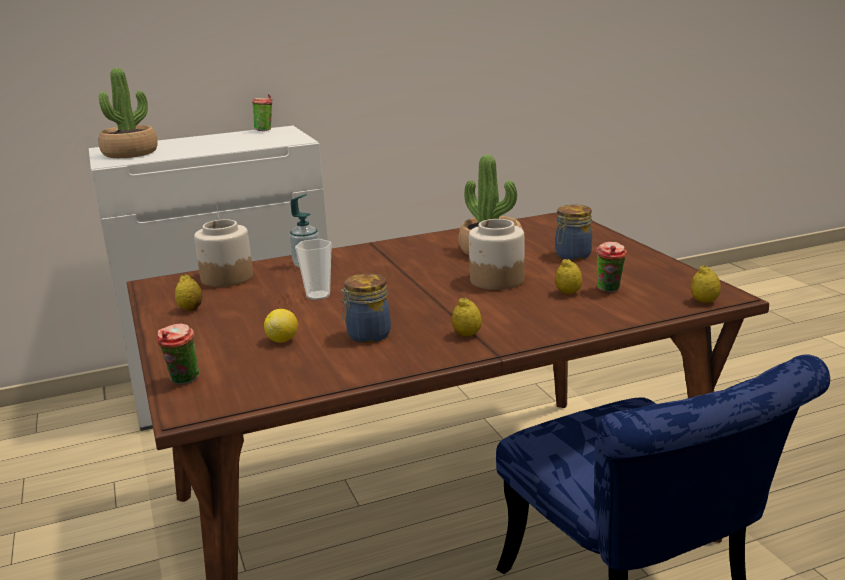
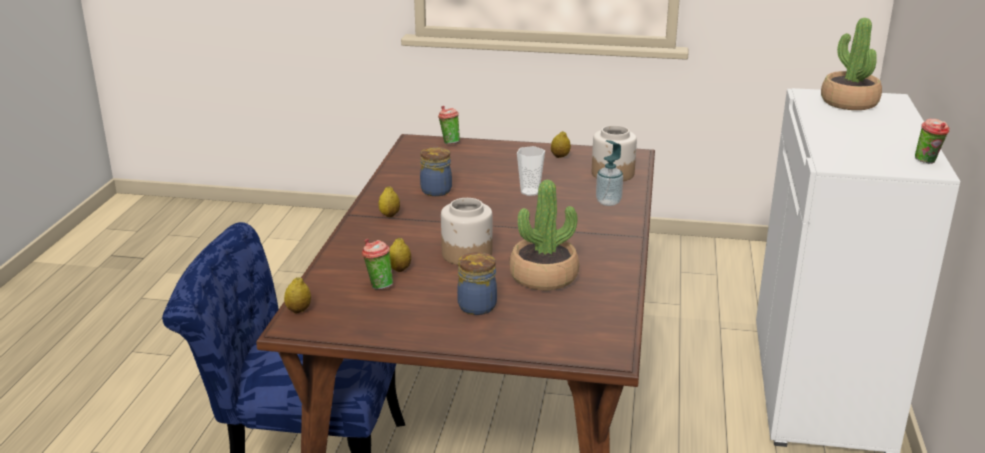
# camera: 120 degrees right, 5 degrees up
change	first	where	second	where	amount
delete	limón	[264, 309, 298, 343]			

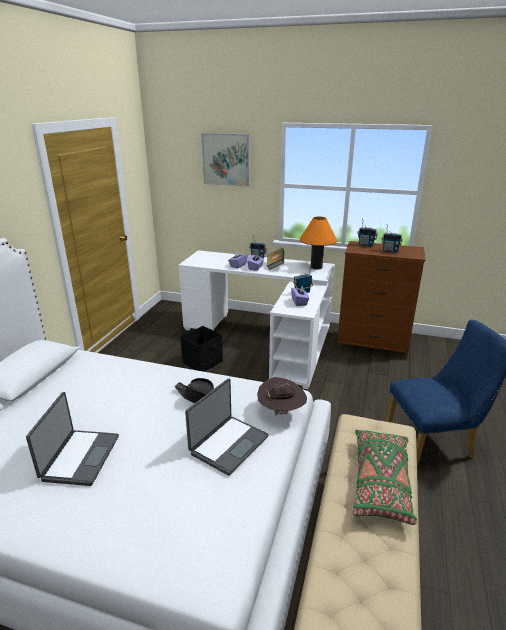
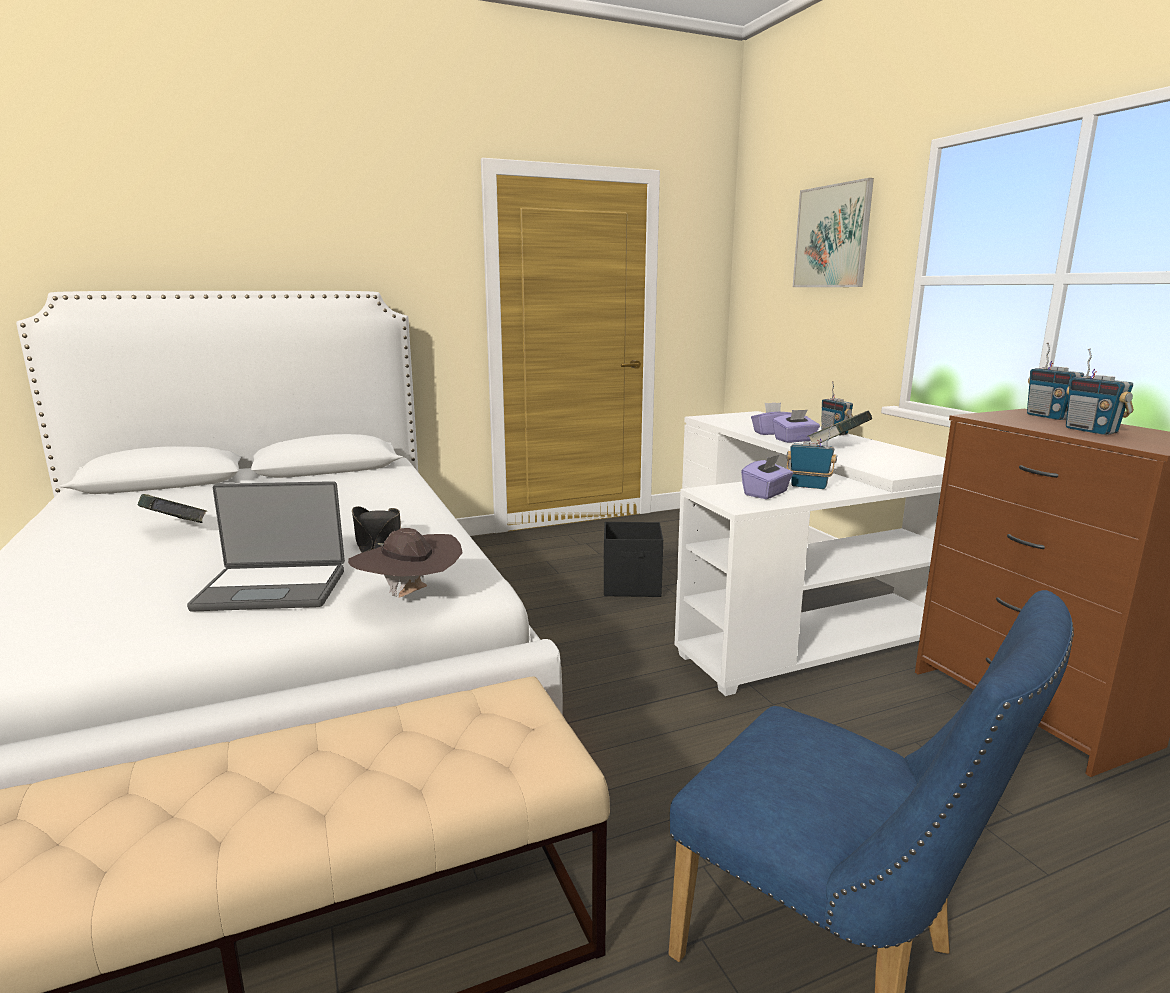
# camera: 50 degrees right, 10 degrees down
change	first	where	second	where	amount
delete	lámpara de mesa (naranja)	[300, 216, 337, 269]			
replace	portátil	[26, 392, 119, 486]	libro	[138, 494, 207, 523]	
delete	cojín (verde)	[353, 430, 417, 525]			

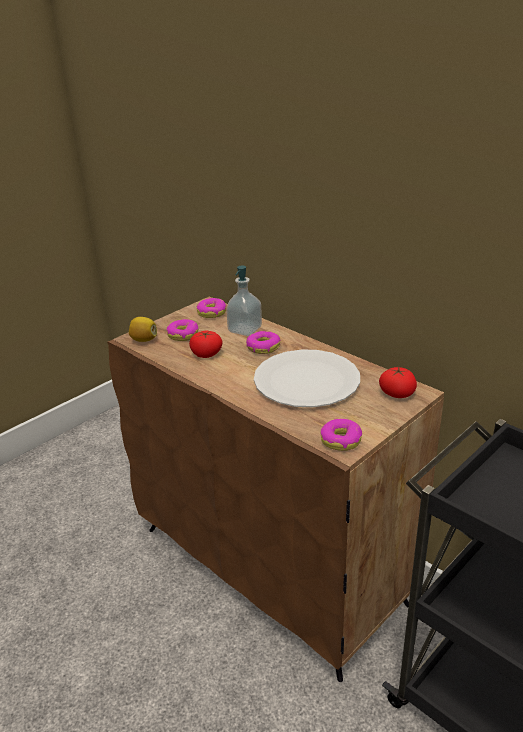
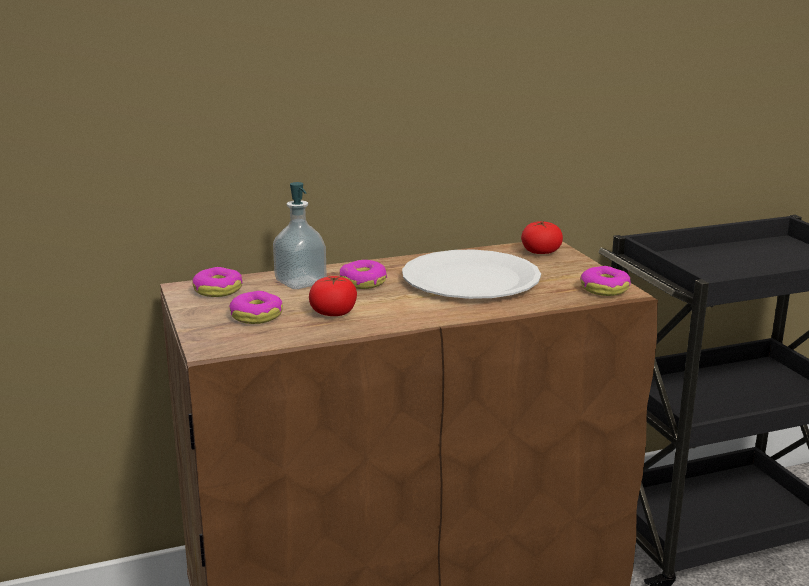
# camera: 65 degrees left, 10 degrees down
change	first	where	second	where	amount
delete	limón	[129, 317, 157, 342]			

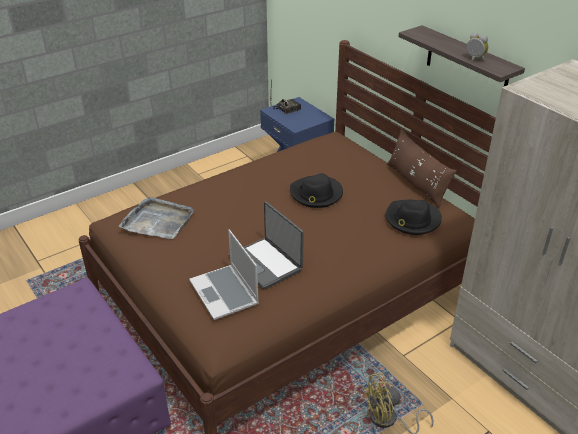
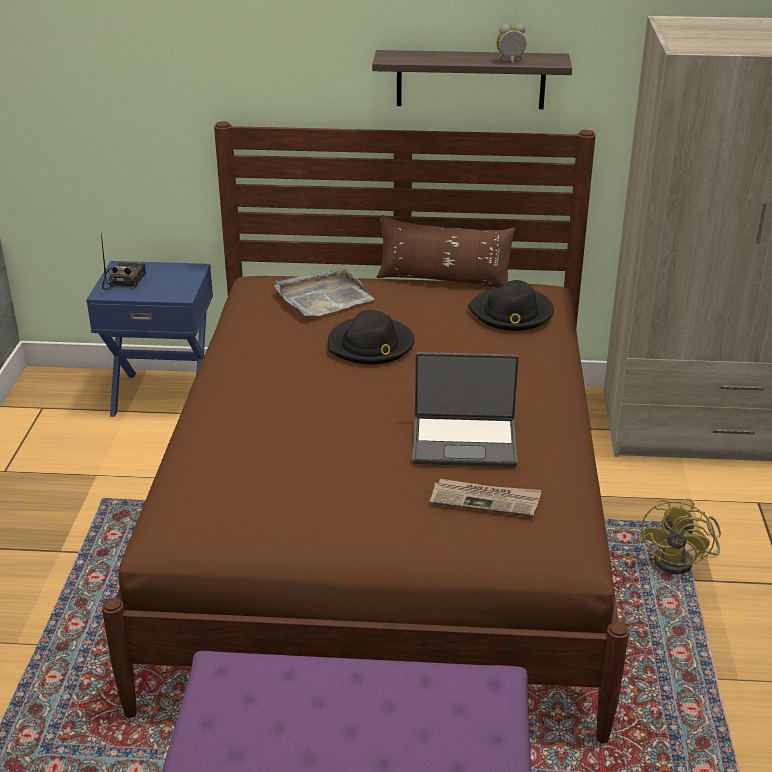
# camera: 50 degrees left, 5 degrees down
change	first	where	second	where	amount
move	bandeja (gris)	[119, 197, 194, 239]		[274, 268, 374, 318]	
replace	portátil	[189, 229, 259, 320]	periódico	[430, 479, 542, 517]	

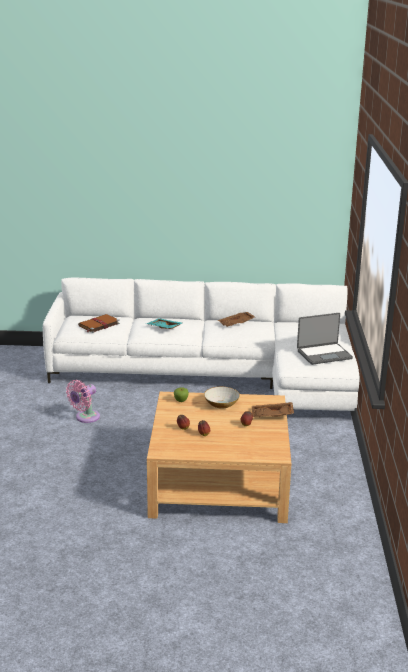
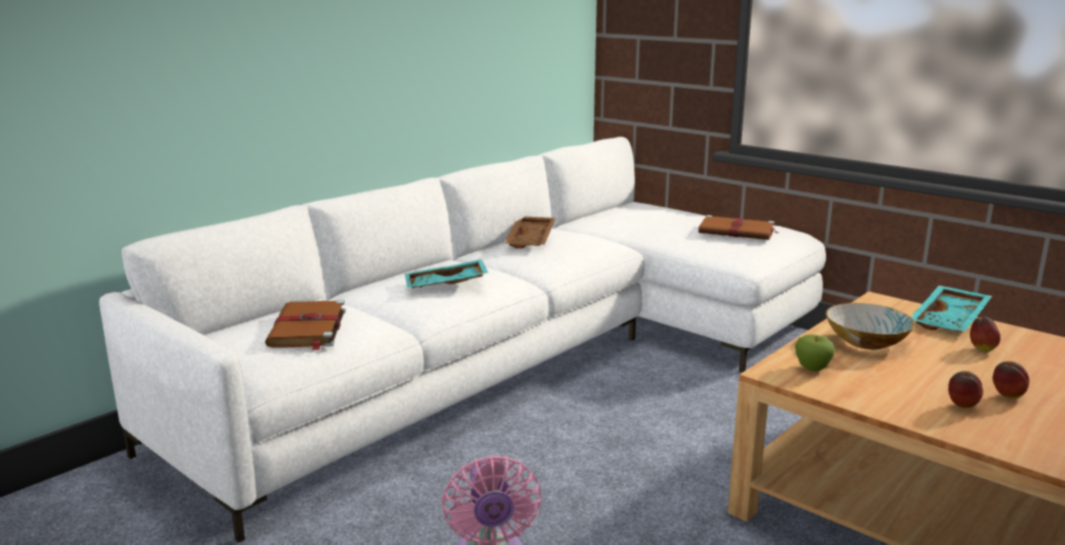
# camera: 50 degrees left, 5 degrees down
change	first	where	second	where	amount
replace	portátil	[297, 313, 353, 365]	libro (marrón)	[698, 215, 778, 240]	
recolor	bandeja (marrón)	[252, 402, 294, 417]	bandeja (turquesa)	[911, 286, 992, 331]	

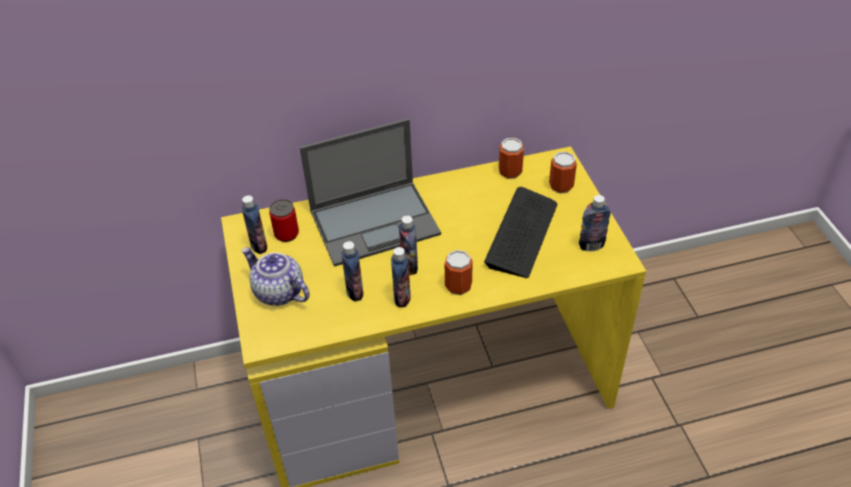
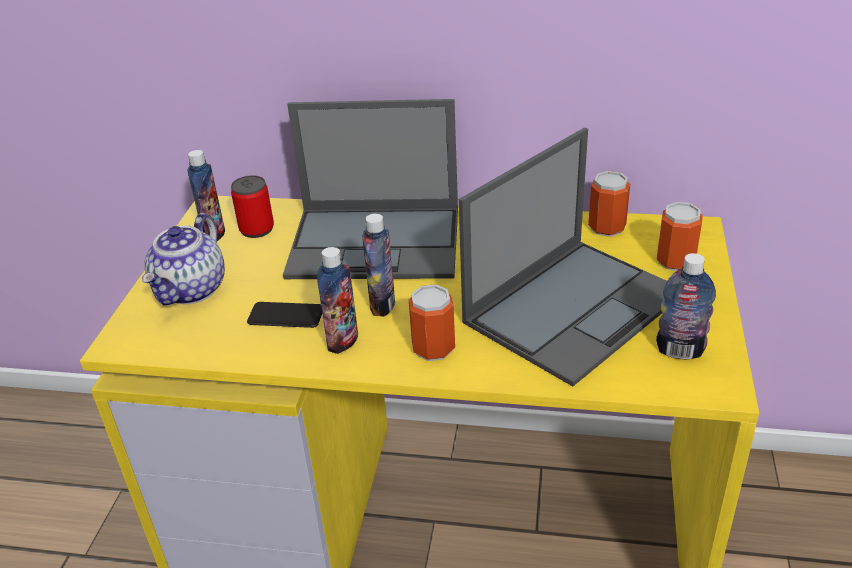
# camera: 25 degrees right, 10 degrees down
change	first	where	second	where	amount
replace	teclado	[484, 187, 558, 278]	portátil	[459, 128, 667, 386]	
replace	botella	[341, 241, 363, 301]	móvil	[247, 302, 322, 328]	
rotate	tetera	[242, 247, 310, 306]		[142, 213, 225, 306]	135 degrees counterclockwise

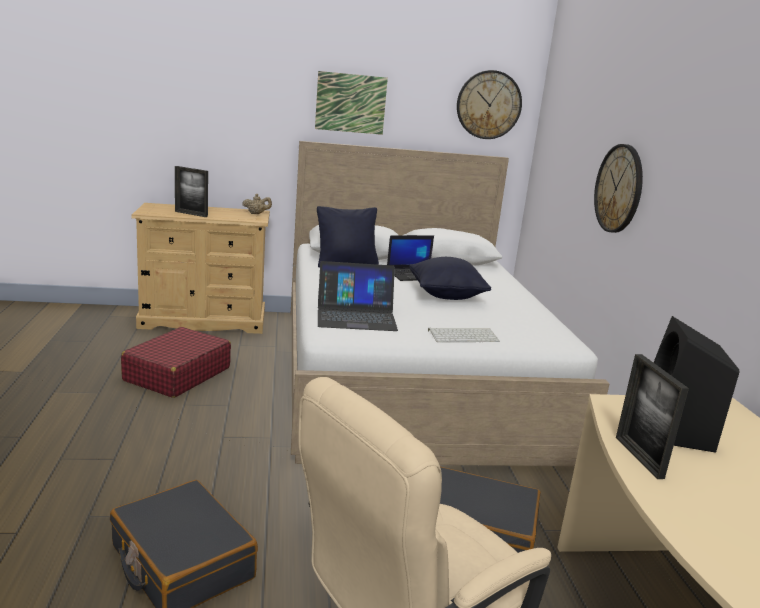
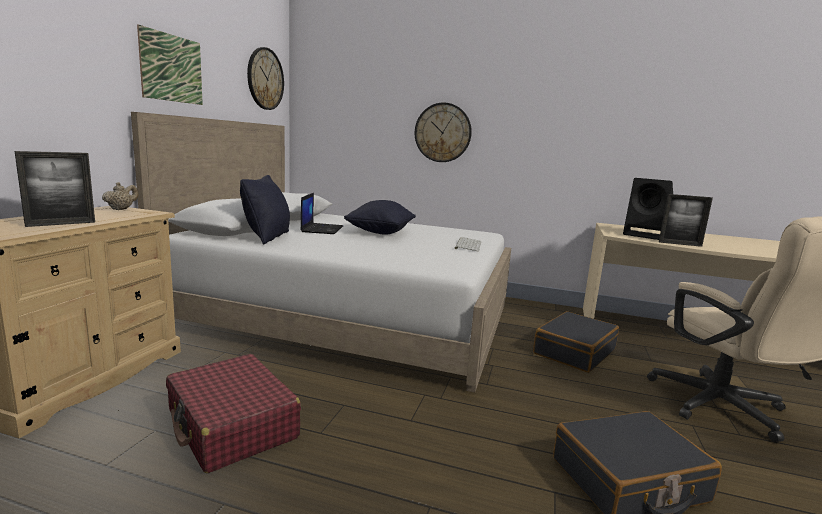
# camera: 65 degrees left, 5 degrees down
change	first	where	second	where	amount
delete	portátil	[318, 261, 398, 331]			

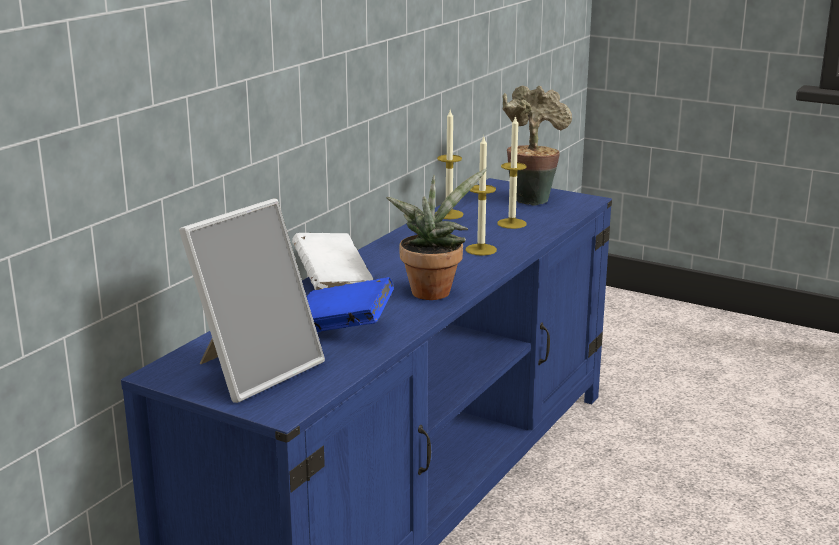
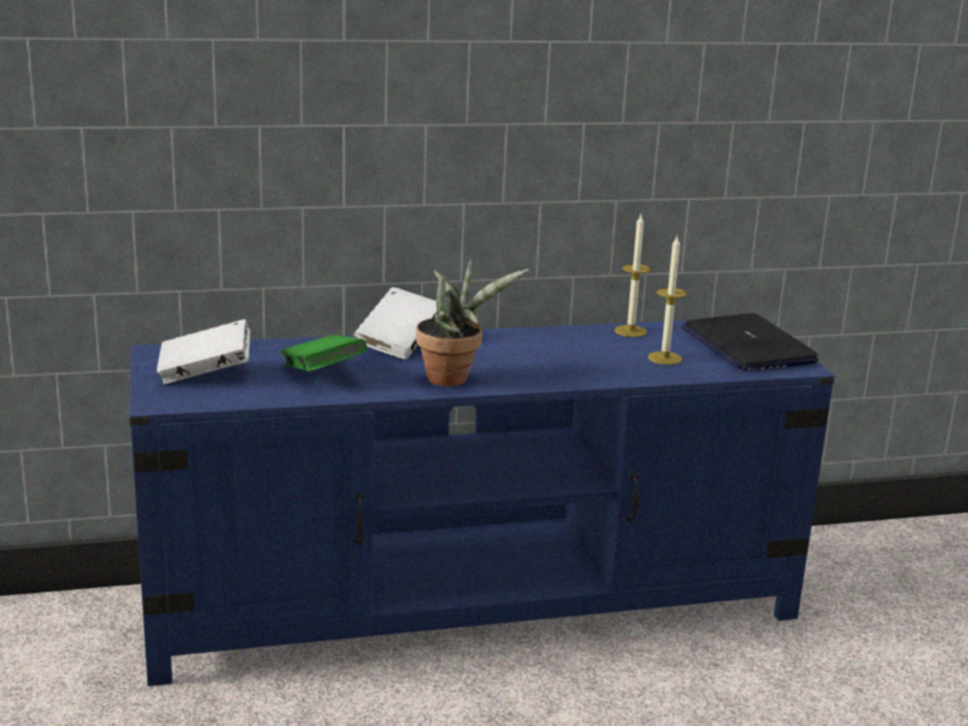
# camera: 45 degrees right, 0 degrees up
change	first	where	second	where	amount
replace	planta en maceta	[502, 86, 572, 206]	portátil	[681, 313, 819, 372]	
delete	vela	[466, 136, 497, 256]			
replace	portarretratos	[179, 199, 325, 403]	libro (blanco)	[157, 319, 250, 384]	
recolor	libro (azul)	[307, 277, 394, 332]	libro (verde)	[280, 335, 367, 372]	

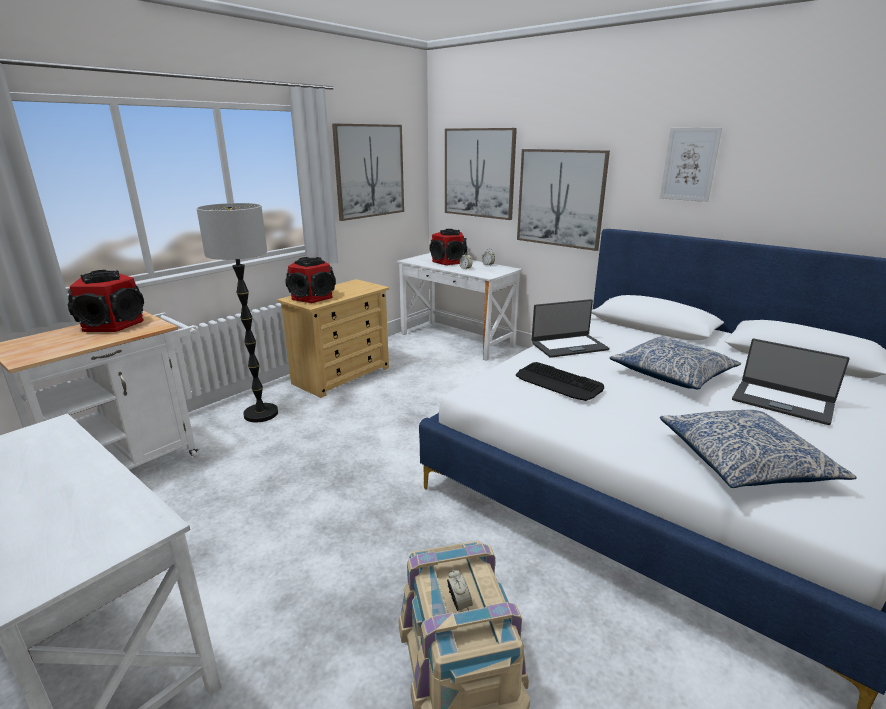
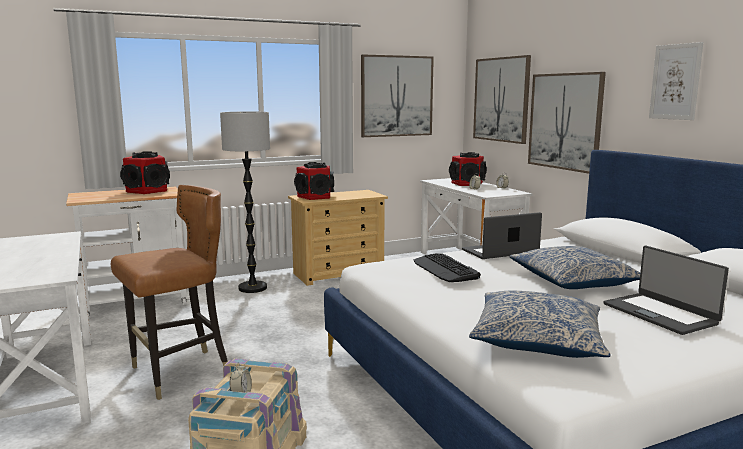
# camera: 25 degrees right, 10 degrees down
change	first	where	second	where	amount
rotate	portátil	[532, 299, 609, 358]		[462, 212, 542, 259]	150 degrees clockwise
insert			silla (marrón)	[111, 185, 228, 400]	

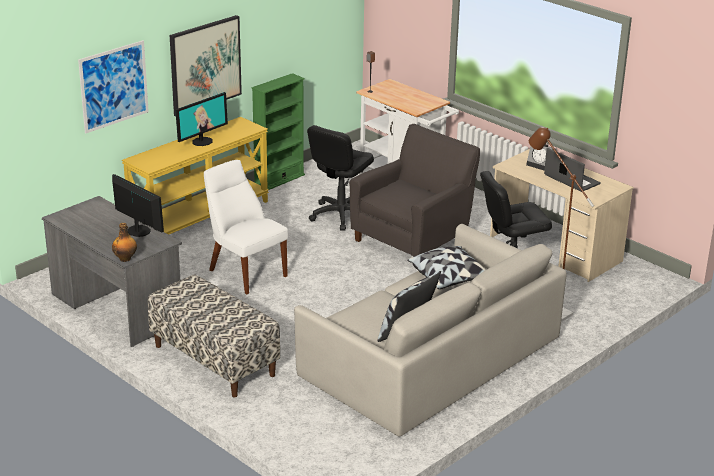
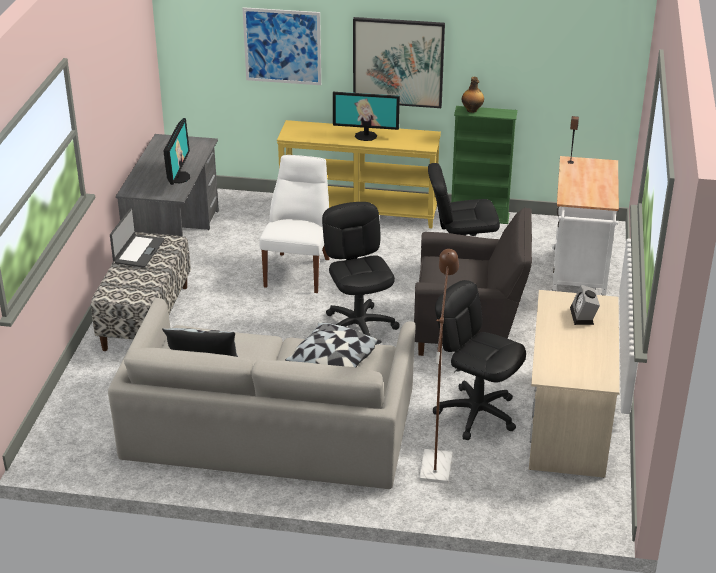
# camera: 55 degrees right, 5 degrees up
change	first	where	second	where	amount
move	portátil	[544, 148, 601, 192]		[110, 208, 164, 268]	
move	botella	[112, 223, 137, 262]		[462, 77, 484, 113]	
insert			silla de oficina (negro)	[322, 202, 399, 336]	

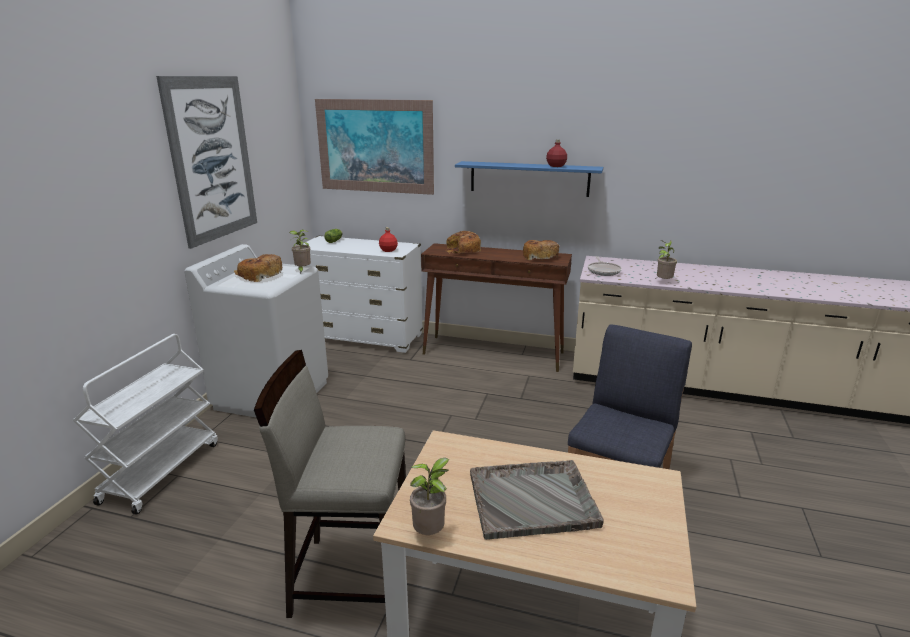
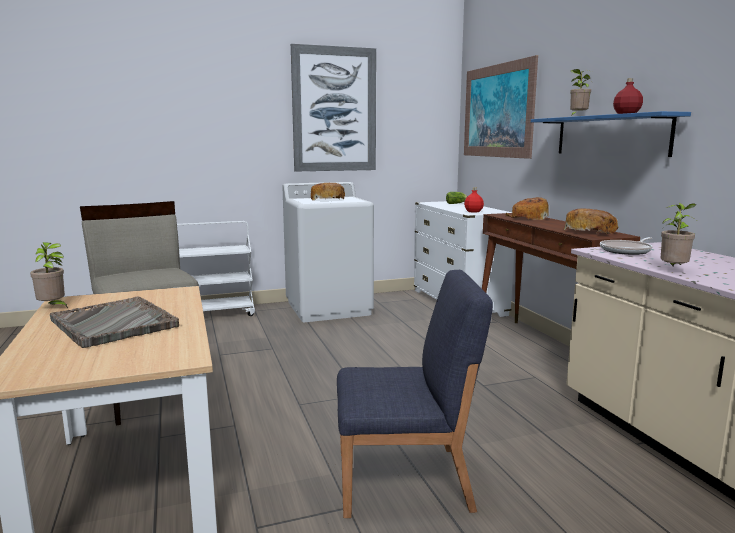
# camera: 55 degrees right, 10 degrees down
change	first	where	second	where	amount
move	planta en maceta	[289, 230, 311, 274]		[570, 69, 592, 117]	

